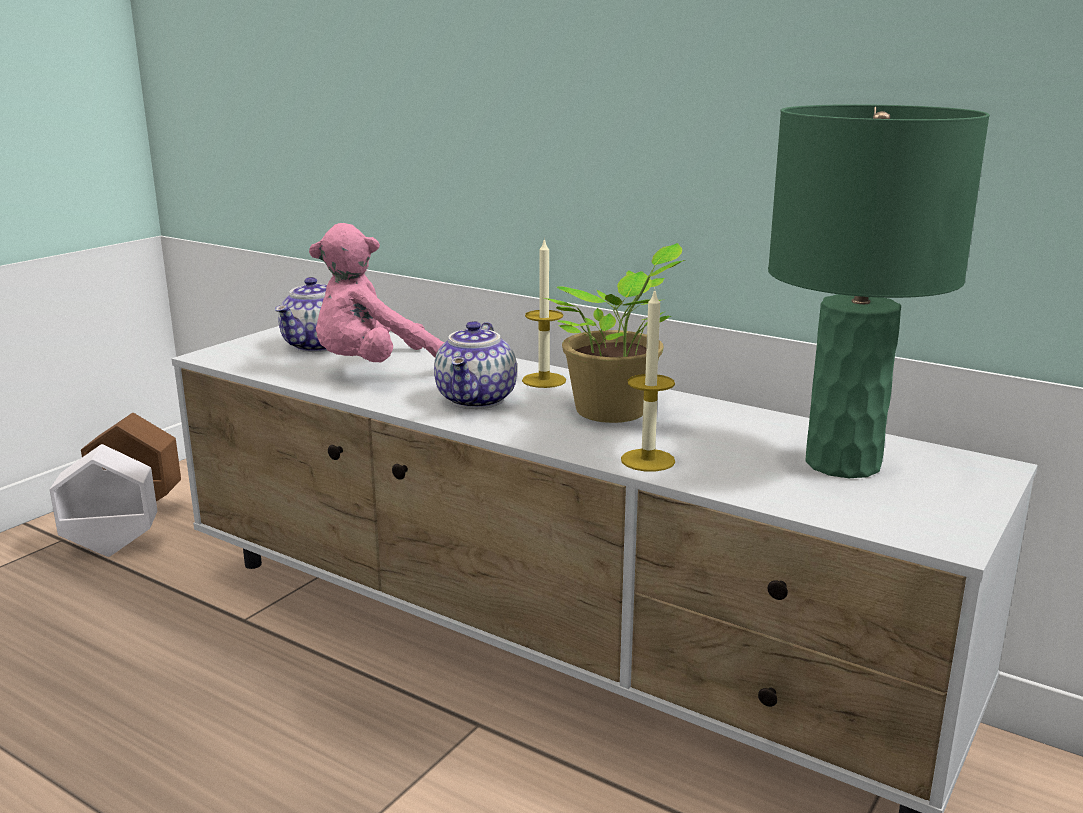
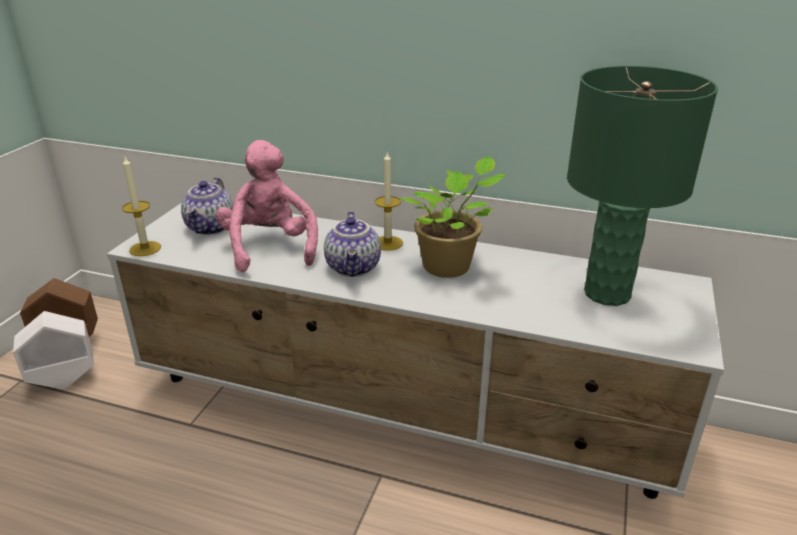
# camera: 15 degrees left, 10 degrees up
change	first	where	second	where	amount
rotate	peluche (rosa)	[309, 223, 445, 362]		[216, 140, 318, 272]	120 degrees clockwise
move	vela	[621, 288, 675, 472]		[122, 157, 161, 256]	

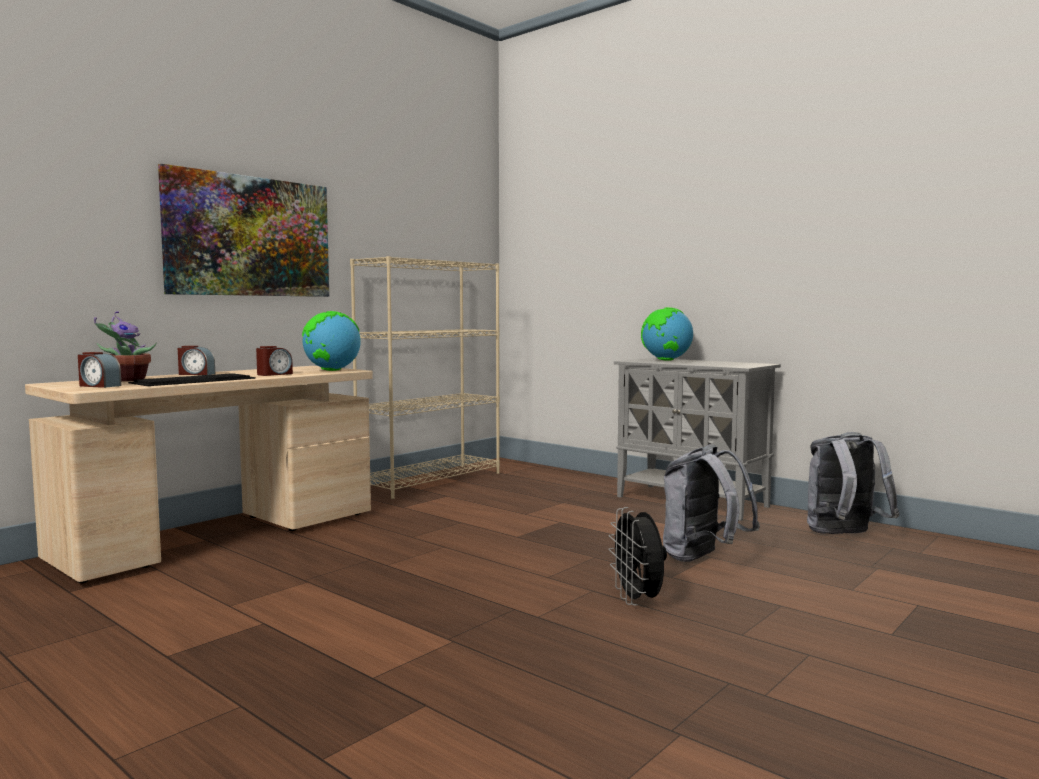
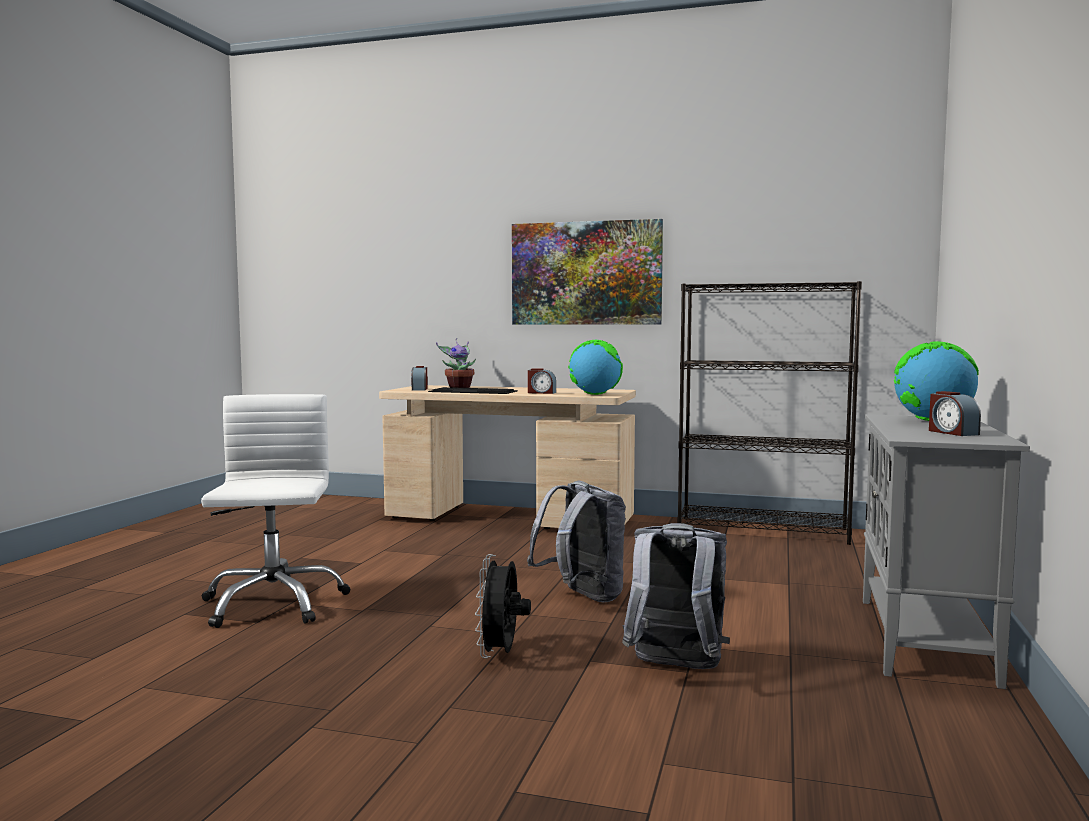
# camera: 65 degrees right, 0 degrees up
change	first	where	second	where	amount
recolor	estantería (beis)	[350, 256, 500, 499]	estantería (negro)	[677, 281, 862, 545]	
move	despertador	[178, 346, 215, 375]		[929, 391, 981, 436]	
move	mochila (gris)	[807, 432, 900, 534]		[527, 480, 626, 602]	
rotate	ventilador (negro)	[608, 507, 667, 606]		[475, 554, 531, 658]	45 degrees counterclockwise
insert			silla de oficina (blanco)	[201, 394, 350, 628]	

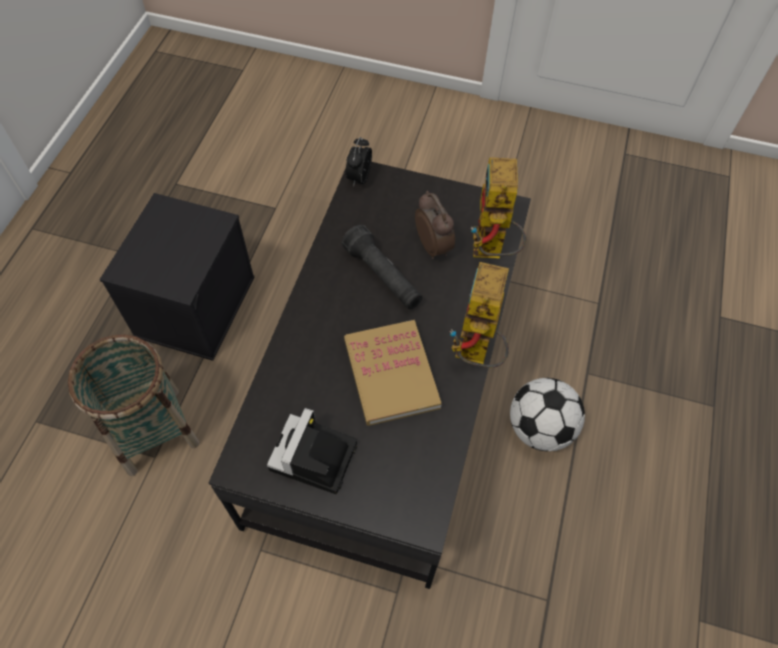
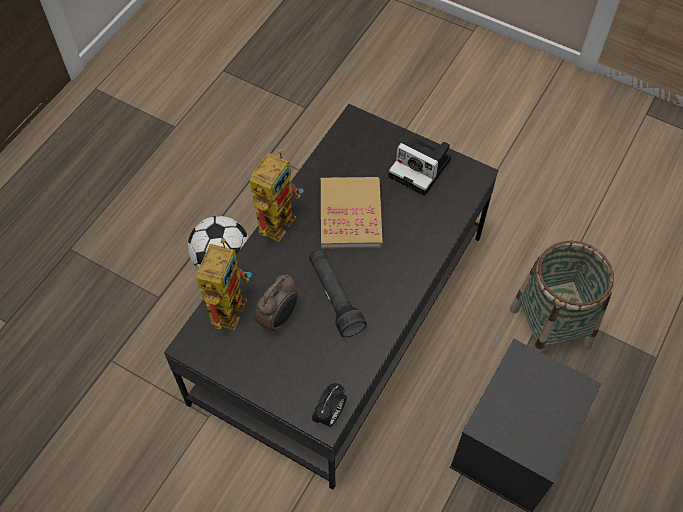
# camera: 165 degrees left, 0 degrees up
change	first	where	second	where	amount
rotate	despertador	[415, 191, 455, 259]		[255, 274, 298, 333]	135 degrees counterclockwise
rotate	cámara	[267, 408, 357, 494]		[388, 138, 451, 196]	90 degrees clockwise

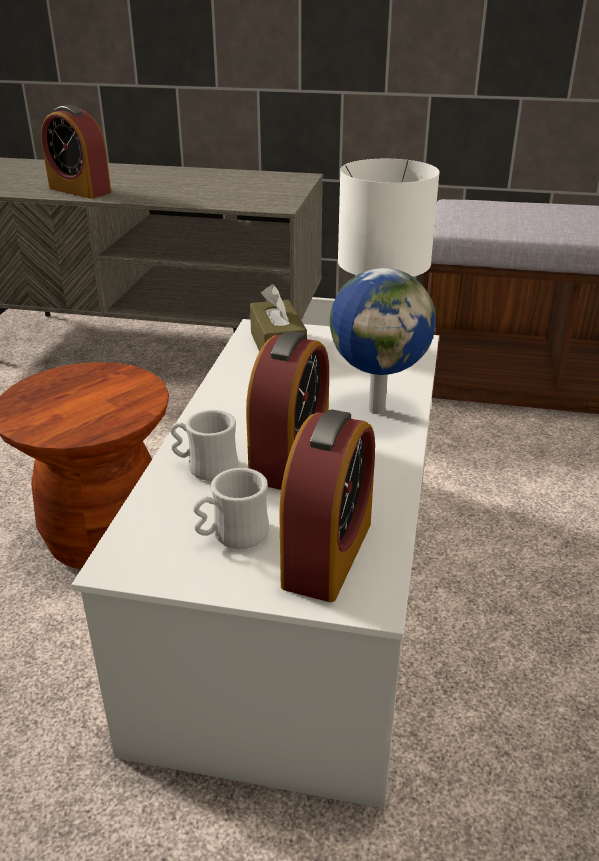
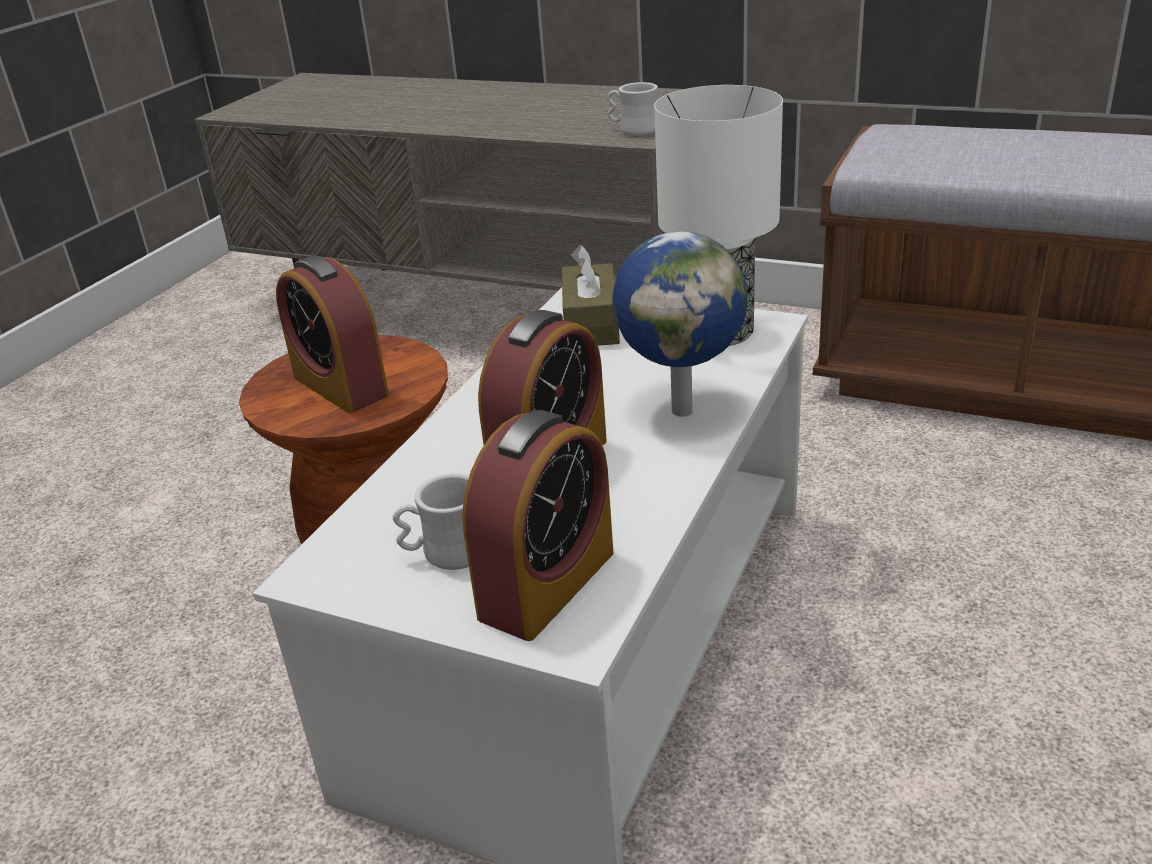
# camera: 15 degrees right, 0 degrees up
change	first	where	second	where	amount
move	despertador	[41, 105, 111, 199]		[276, 256, 389, 413]	
move	taza grande (blanco)	[170, 410, 239, 481]		[607, 82, 658, 136]	

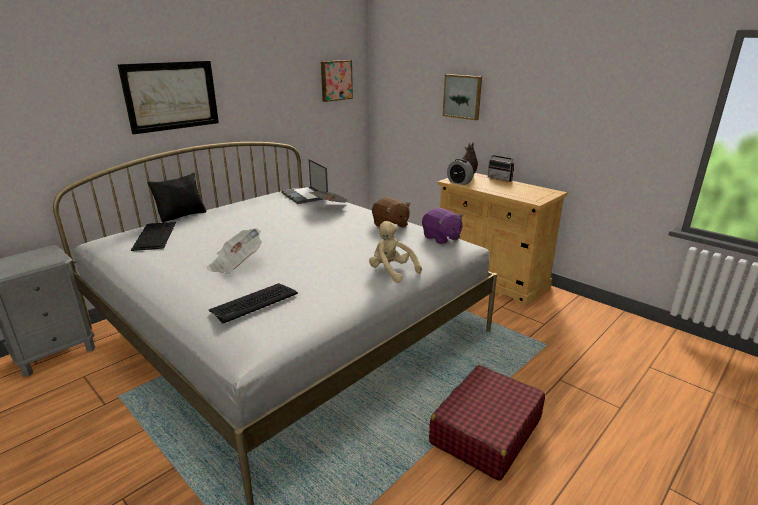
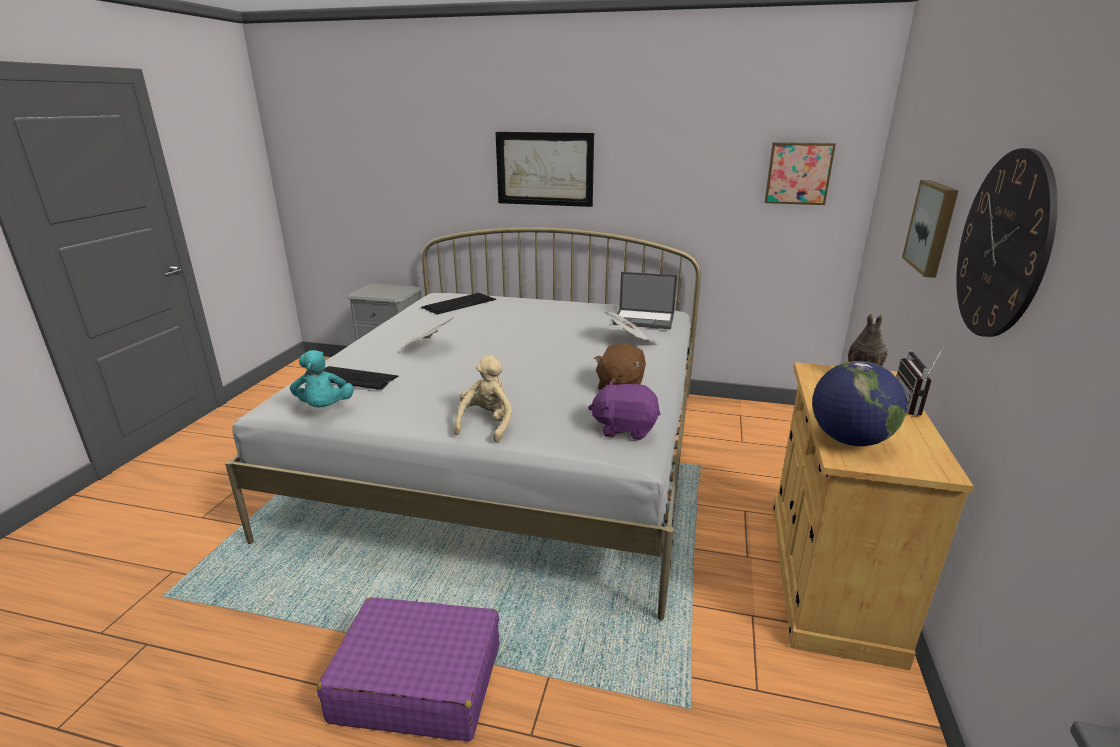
# camera: 60 degrees right, 0 degrees up
change	first	where	second	where	amount
rotate	portátil	[281, 159, 328, 204]		[613, 272, 677, 329]	105 degrees counterclockwise
delete	despertador	[447, 159, 474, 185]			
delete	cojín (negro)	[148, 172, 207, 223]			
rotate	peluche (morado)	[422, 208, 464, 244]		[588, 381, 660, 440]	75 degrees clockwise
recolor	maleta (rojo)	[429, 365, 545, 481]	maleta (morado)	[317, 597, 499, 741]	
insert			reloj de pared	[956, 148, 1058, 337]	
insert			peluche (turquesa)	[290, 350, 354, 408]	
insert			globo terráqueo	[812, 361, 907, 446]	

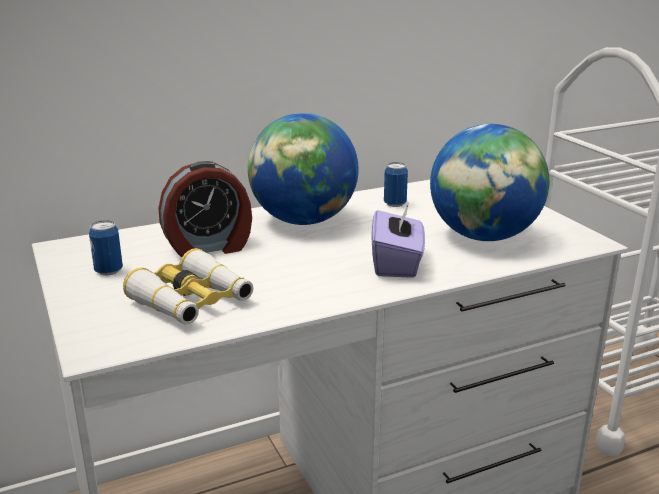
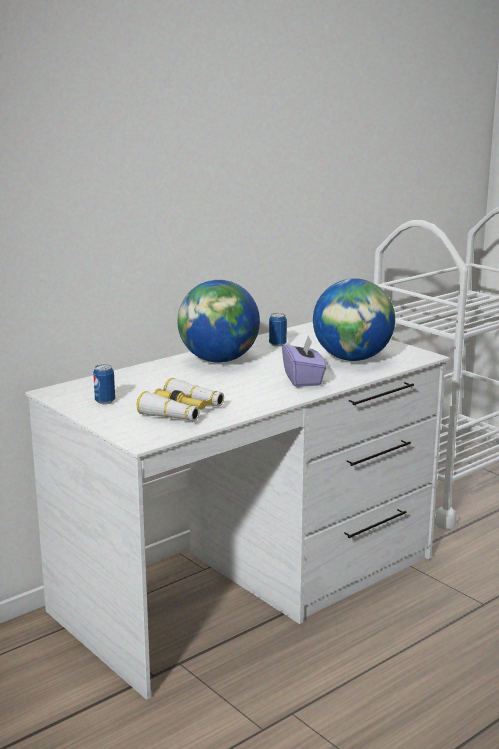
# camera: 15 degrees left, 5 degrees down
change	first	where	second	where	amount
delete	despertador	[159, 161, 252, 257]			

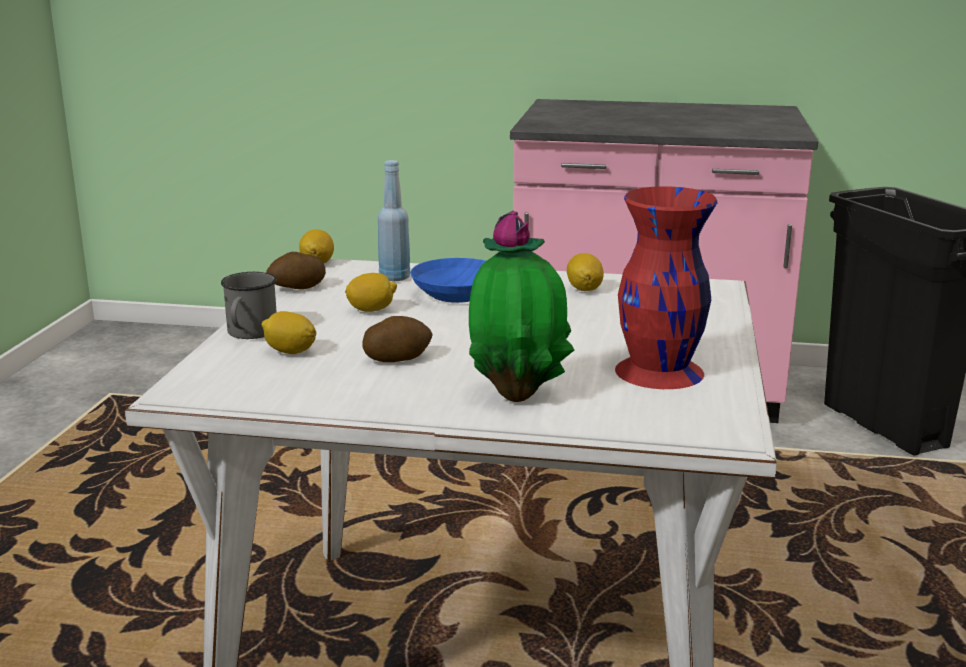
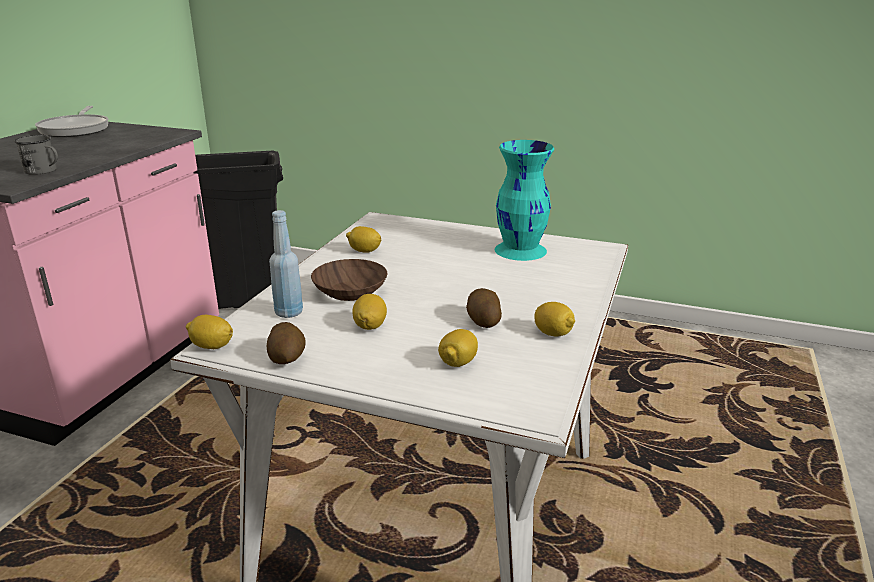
# camera: 80 degrees left, 5 degrees up
change	first	where	second	where	amount
recolor	florero (rojo)	[615, 186, 718, 389]	florero (turquesa)	[495, 140, 554, 261]	
delete	planta en maceta	[469, 210, 574, 402]			
recolor	cuenco (azul)	[410, 258, 486, 303]	cuenco (marrón)	[311, 259, 388, 301]	
move	taza grande (gris)	[221, 272, 277, 339]		[14, 135, 58, 175]	
insert			sartén	[35, 106, 109, 137]	
insert			limón	[534, 302, 575, 336]	

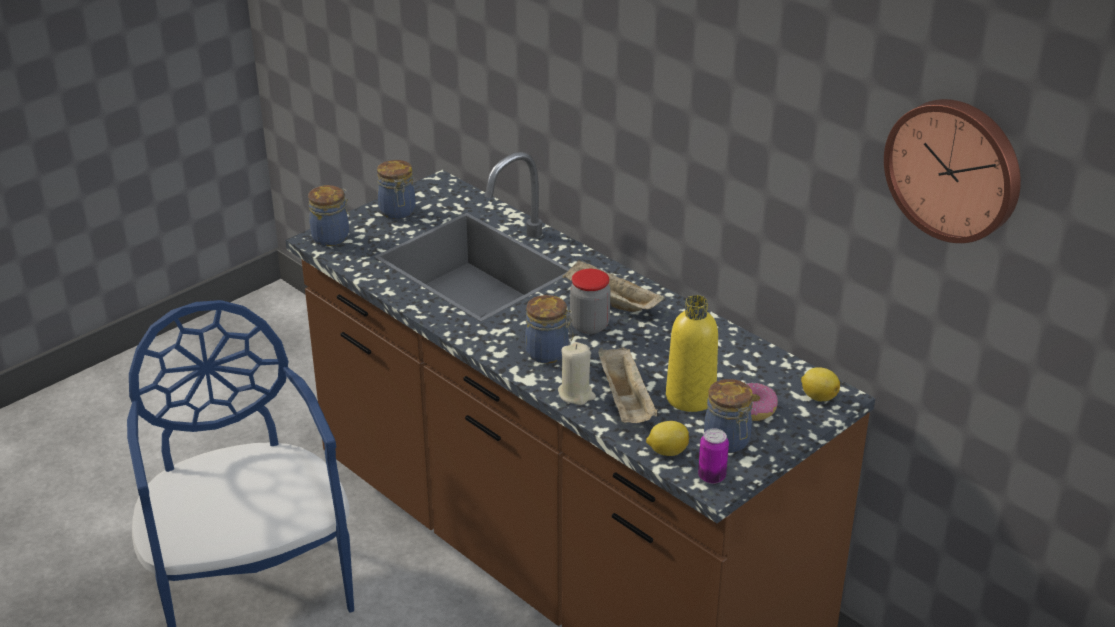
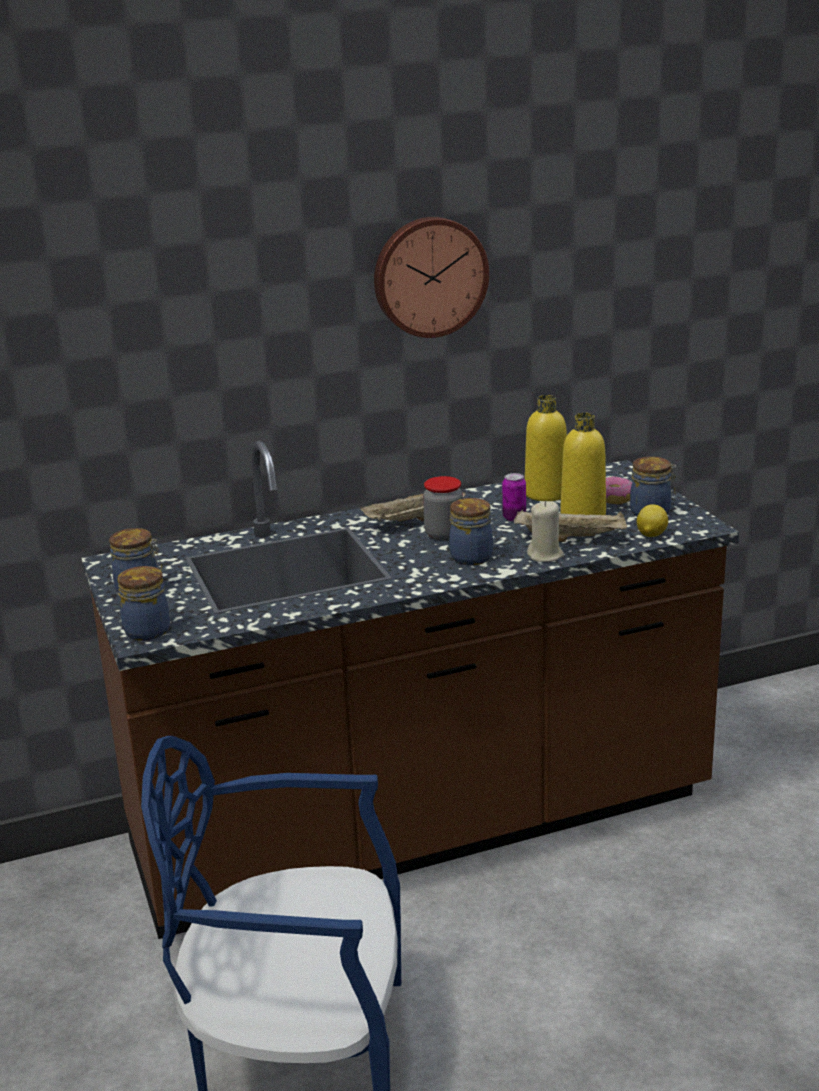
# camera: 65 degrees left, 10 degrees down
change	first	where	second	where	amount
move	reloj de pared	[884, 99, 1021, 243]		[374, 217, 489, 338]	
delete	limón	[801, 367, 840, 401]			
move	lata	[698, 428, 729, 484]		[502, 473, 526, 521]	
insert			botella (amarillo)	[525, 395, 567, 501]	

